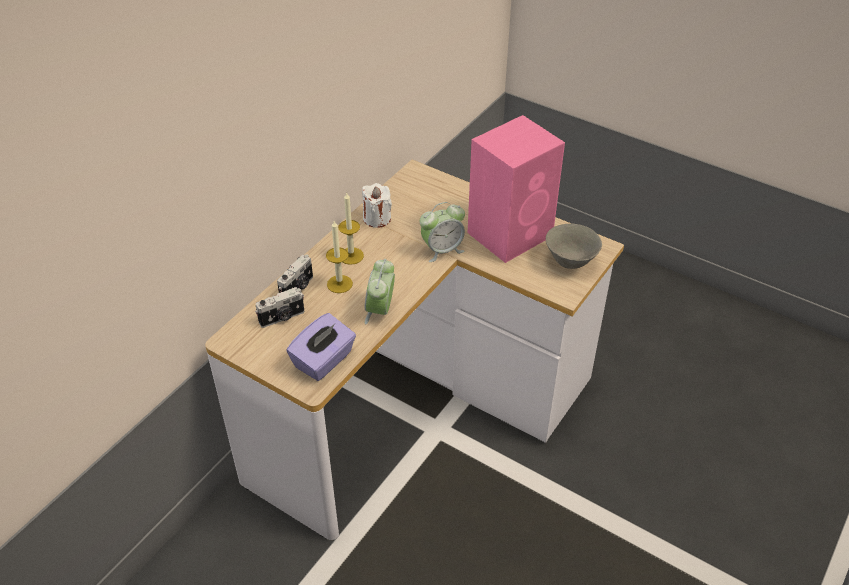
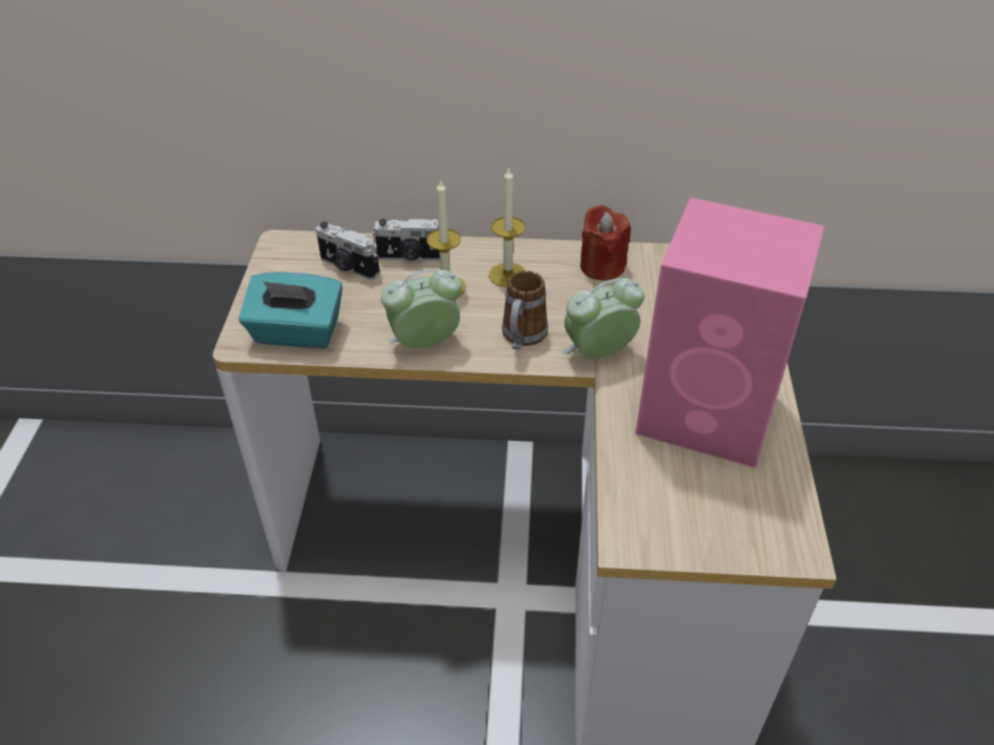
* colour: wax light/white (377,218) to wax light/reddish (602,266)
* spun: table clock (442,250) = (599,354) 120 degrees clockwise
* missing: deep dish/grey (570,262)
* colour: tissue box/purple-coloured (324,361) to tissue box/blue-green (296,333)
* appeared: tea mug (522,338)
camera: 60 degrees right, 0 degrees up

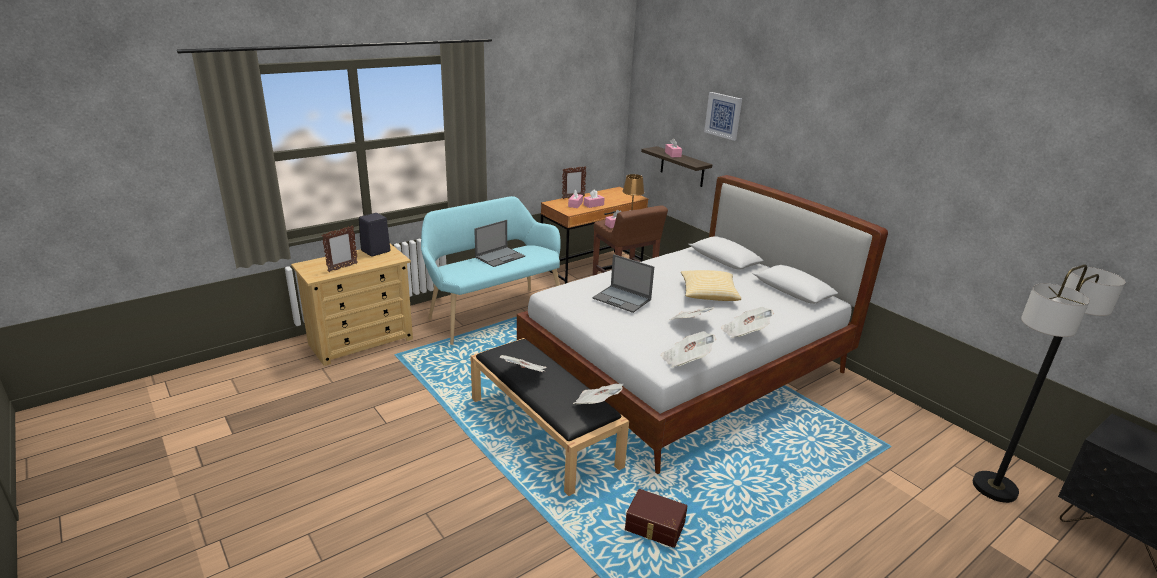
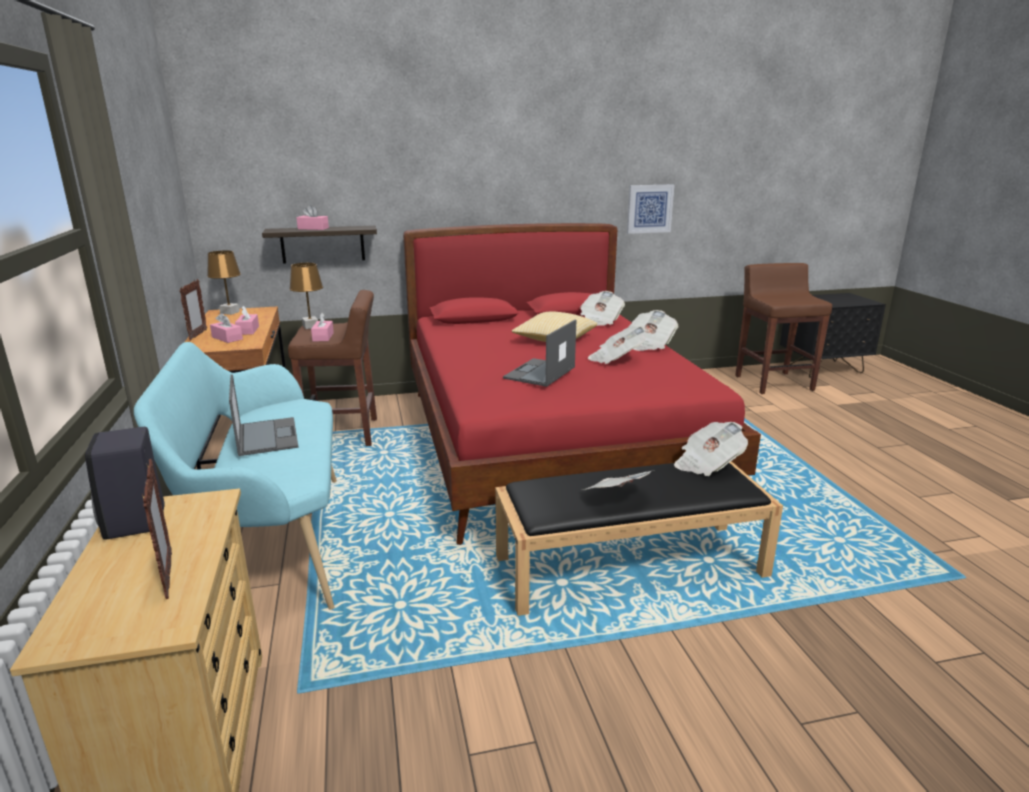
* relocated: wall art (723,115) to (649,208)
* colour: bedroom bed/white (686,370) to bedroom bed/reddish (550,443)
* spun: portable computer (622,299) = (539,373) 150 degrees clockwise
* exchanged: standing lamp (995,488) to stool/brown (773,383)
* relocated: daily paper (685,360) to (600,321)
* missing: storage bin/brown (654,527)
* appeared: lamp for a table/brown (230,312)
camera: 65 degrees left, 5 degrees down

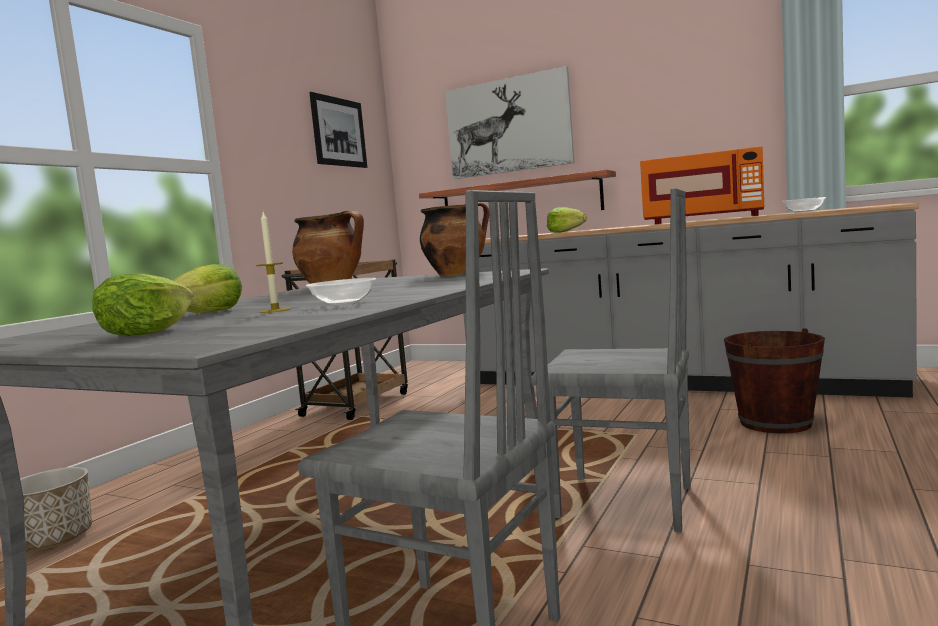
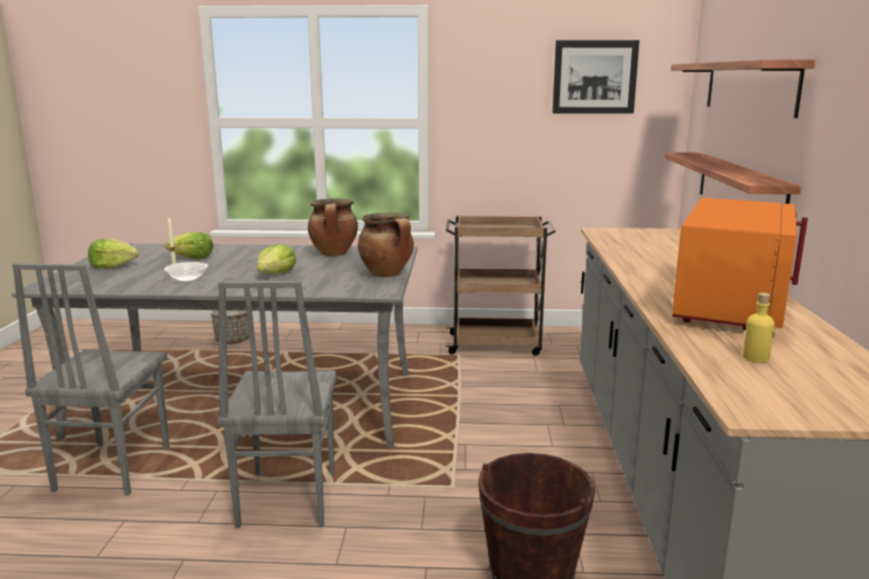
* exchanged: wall art (508,126) to shelf (749,87)
* spun: kitchen microwave/orange (703,220) = (729,306) 150 degrees counterclockwise
* exchanged: deep dish (804,211) to beverage bottle/yellowish (755,357)
* relocated: head of lettuce (566,232) to (276,274)
camera: 65 degrees right, 10 degrees up

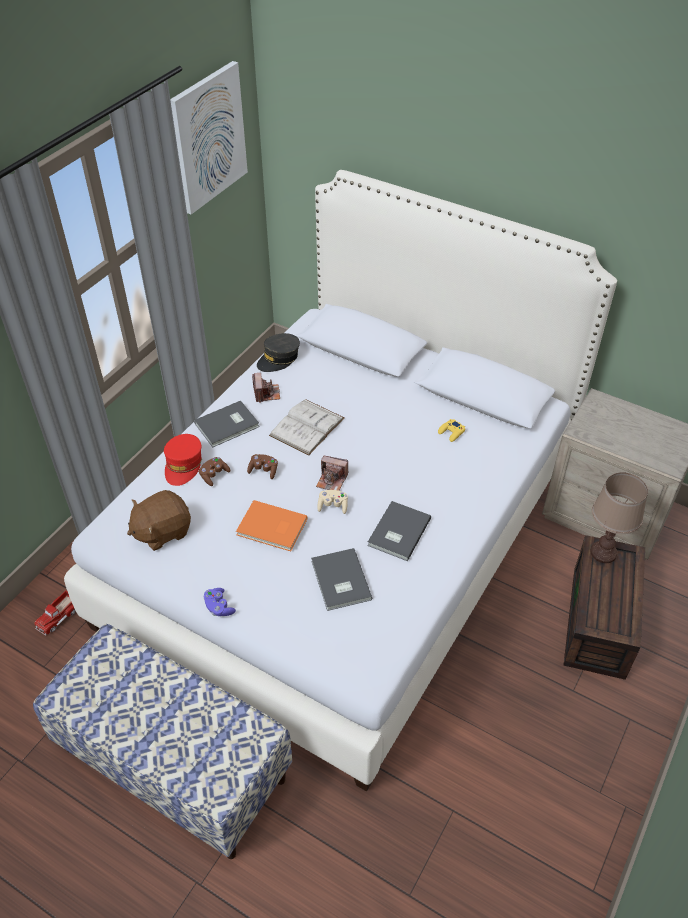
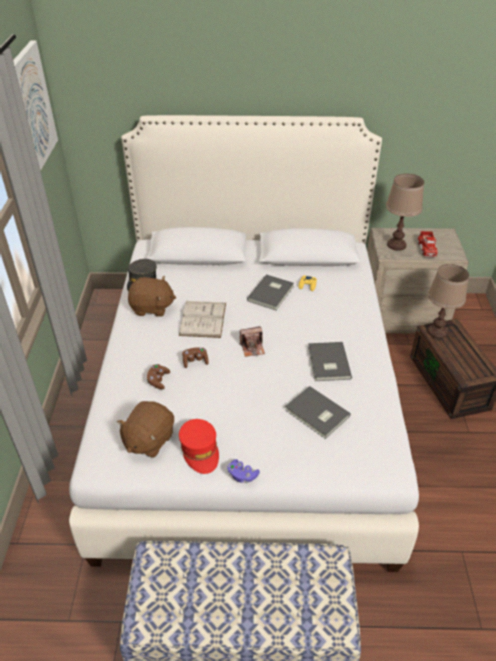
* exchanged: photo camera (266,393) to cuddly toy/brown (152,308)
* relocated: book/grey (228,426) to (272,293)
* relocated: peaked cap/reddish (183,465) to (200,450)
* missing: gamepad/beige-coloured (333,506)
* missing: book/orange (272,528)
* relocated: toy truck (58,616) to (427,248)
* appeared: lamp for a table/brown (396,245)
camera: 30 degrees left, 5 degrees down

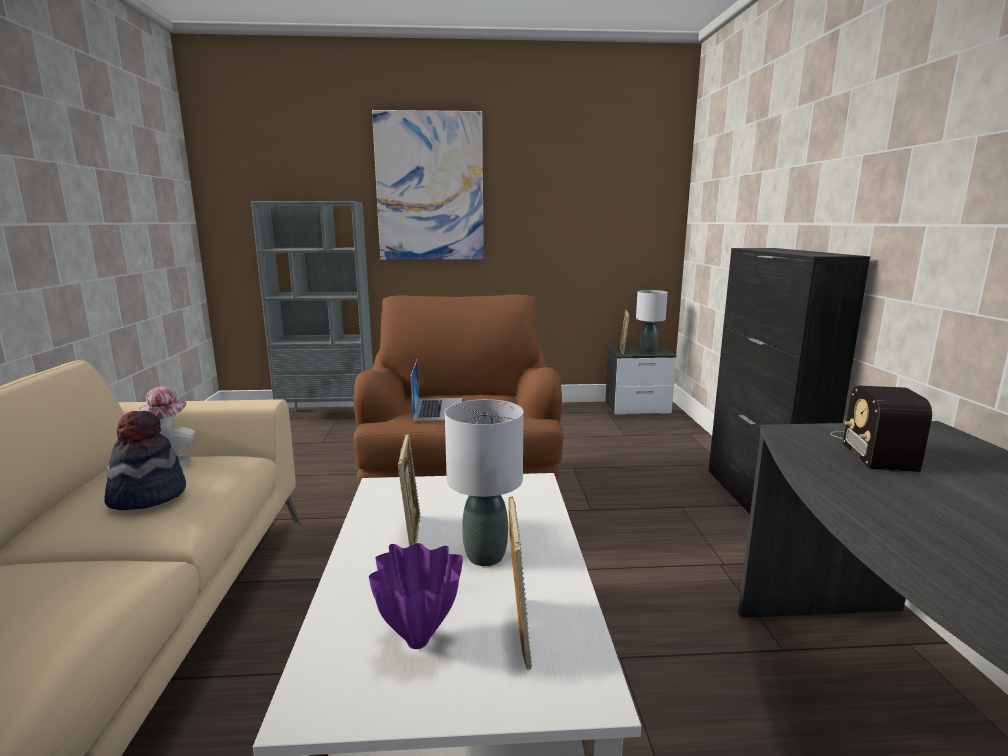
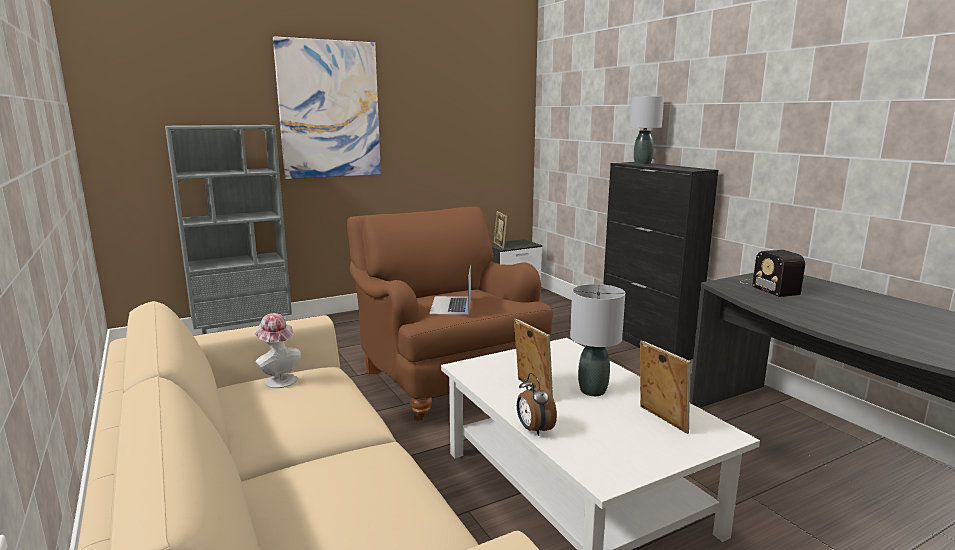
* relocated: lamp for a table/grey (648,351) to (643,164)
* spun: portable computer (438,409) = (451,305) 150 degrees counterclockwise
* missing: hat (148,496)
* missing: flower vase/purple-coloured (418,642)
* appeared: table clock (533,429)
camera: 25 degrees left, 0 degrees up

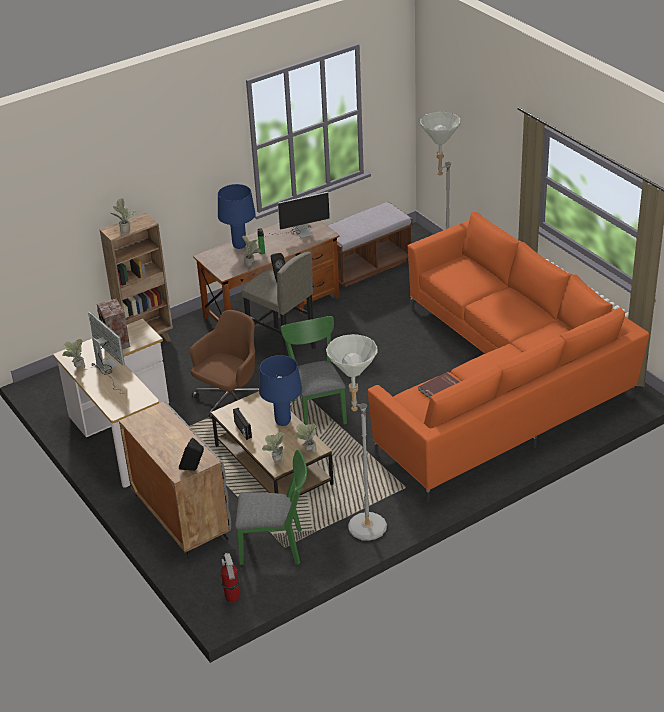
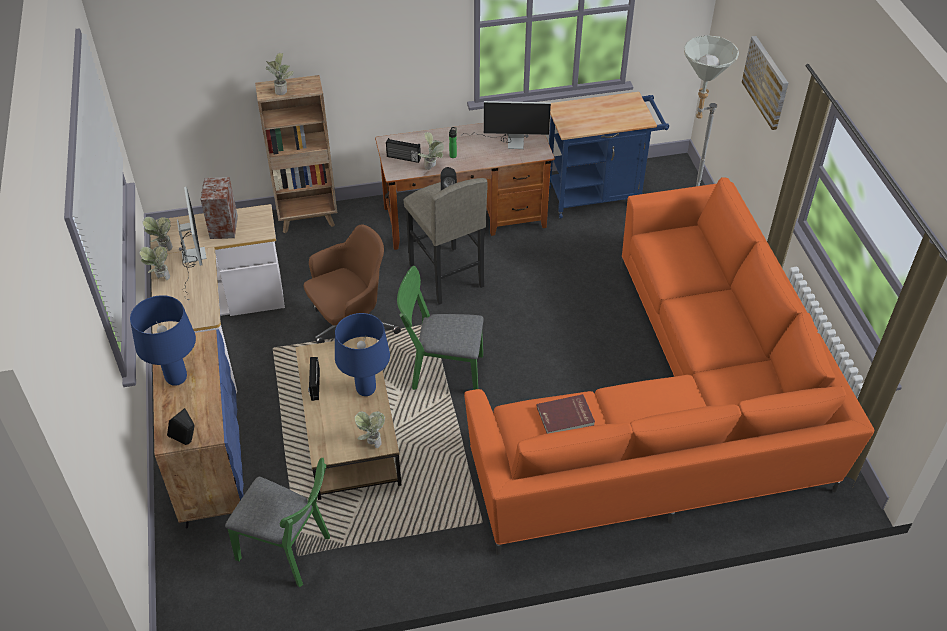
* relocated: lamp for a table/blue-coloured (239,246) to (176,379)
* exchanged: long seat/brown (366,266) to wheeled cart/blue-coloured (599,195)
* spun: plain chair/green (317,408) = (441,371) 90 degrees counterclockwise
* missing: standing lamp/grey (361,523)
* colour: cabinet/grey (180,516) to cabinet/blue-coloured (210,465)
* relocated: plant in a pot (275,461) to (160,277)
* missing: extinguisher (232,598)
* appeared: wall art (766,82)
* appeared: radio set (403,158)
camera: 20 degrees right, 10 degrees up

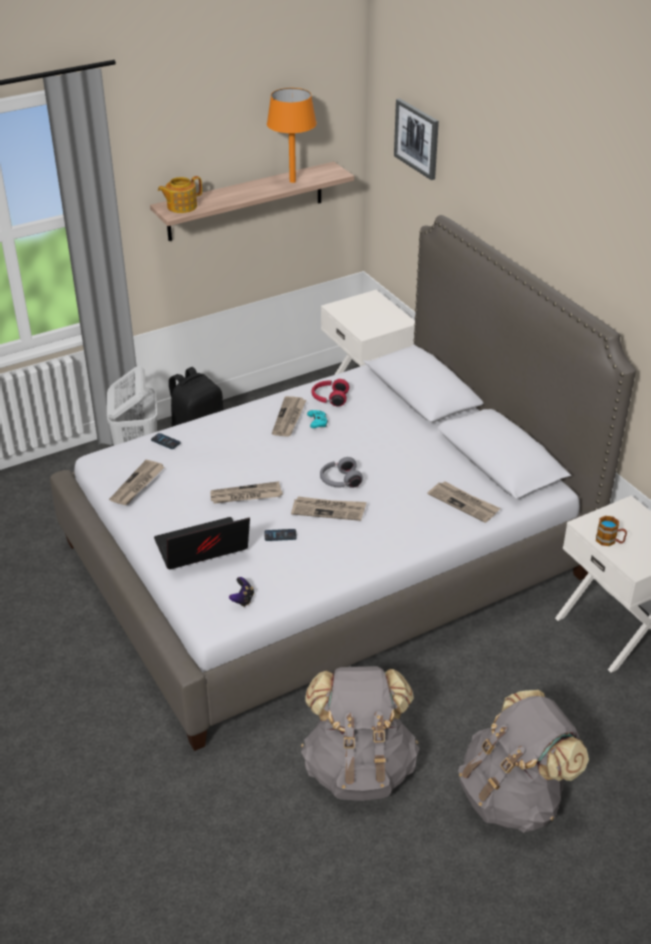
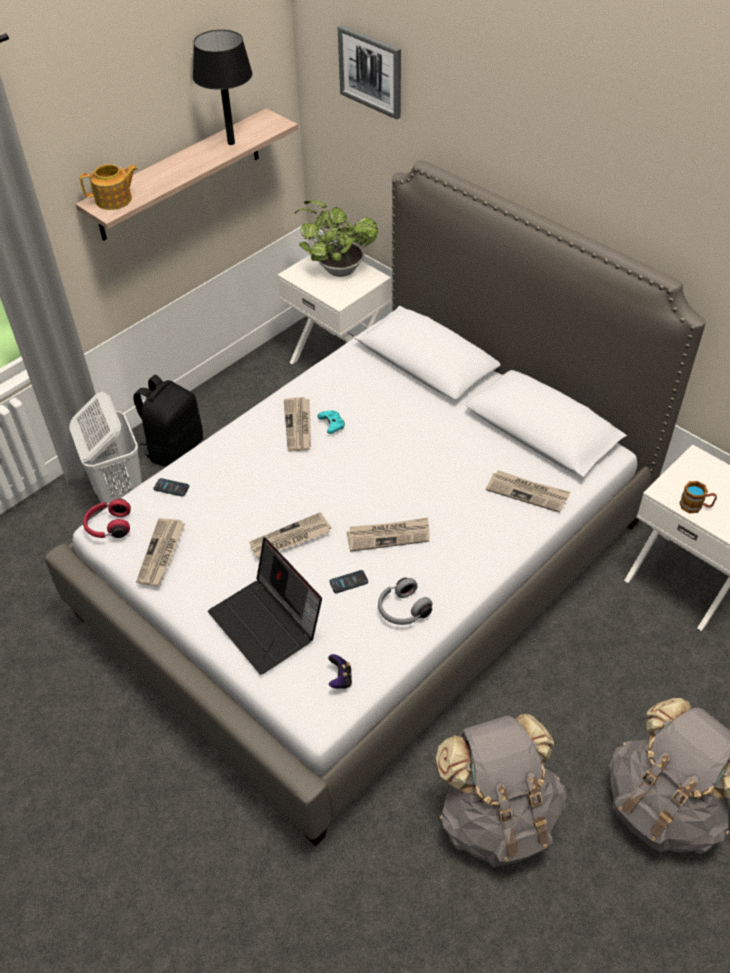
* colour: lamp for a table/orange (292,181) to lamp for a table/black (231,143)
* spun: teapot (181,206) = (114,200) 150 degrees counterclockwise
* relocated: pair of headphones/reddish (329,398) to (109,526)
* relocated: pair of headphones/grey (339,481) to (402,610)
* spun: portable computer (201,550) = (268,624) 90 degrees counterclockwise
* appeared: plant in a pot (337,269)
camera: 15 degrees left, 10 degrees up

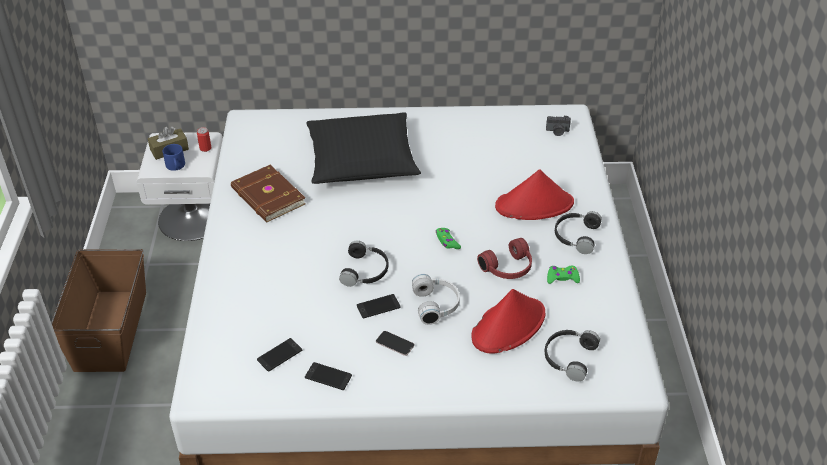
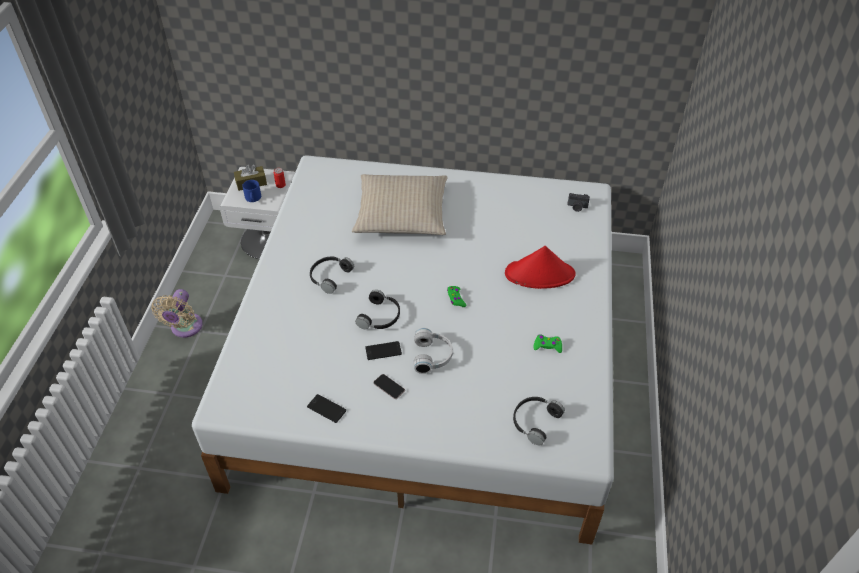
* colour: cushion/black (361,160) to cushion/beige-coloured (401,214)
* missing: book/brown (267,197)
* relocated: pair of headphones/black (575,236) to (329,276)
* missing: pair of headphones/reddish (508,268)
* exchanged: storage bin/brown (112,329) to cooling fan/beige-coloured (185,328)
* missing: hat/reddish (508,326)
* missing: telephone (279,355)
camera: 10 degrees right, 5 degrees up

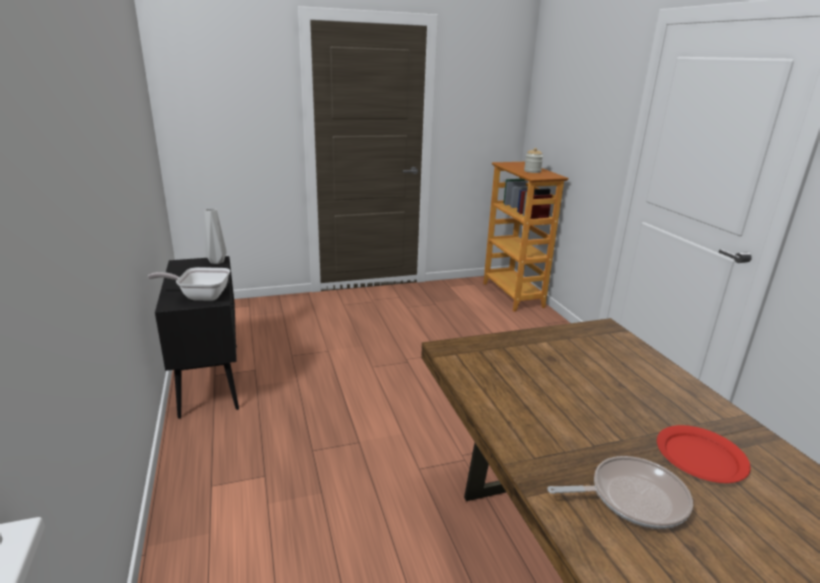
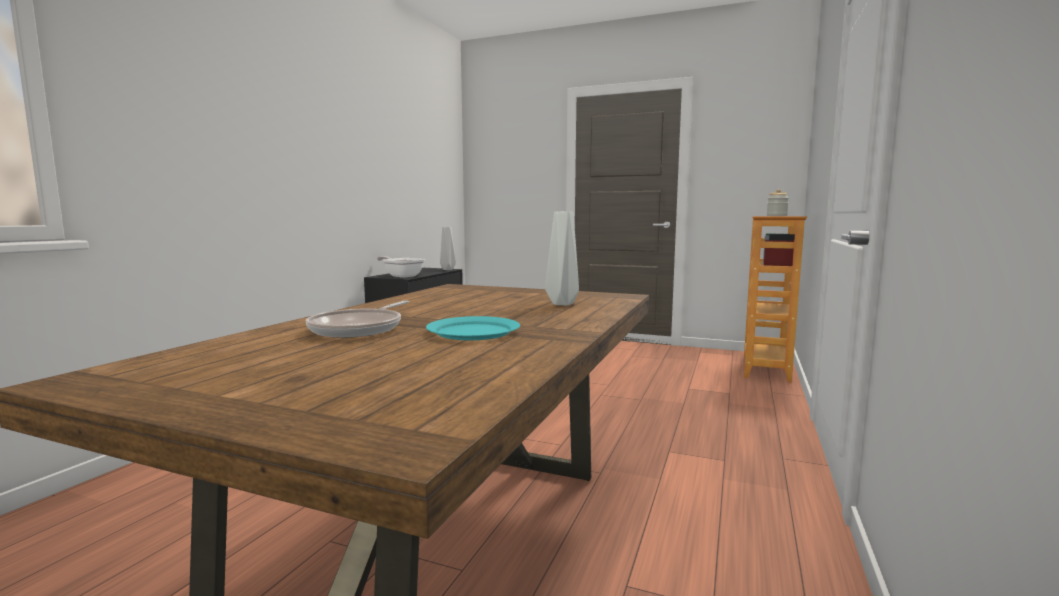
* colour: plate/reddish (700,456) to plate/blue-green (474,332)
* spun: pan (632,497) = (360,329) 75 degrees clockwise
* appeared: flower vase/white (563,303)
camera: 40 degrees right, 15 degrees down

